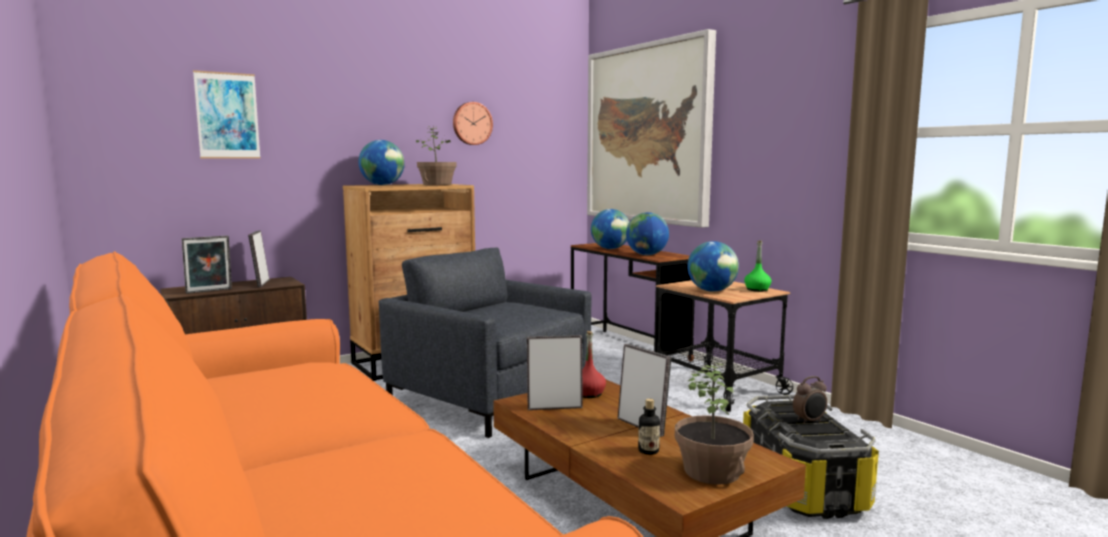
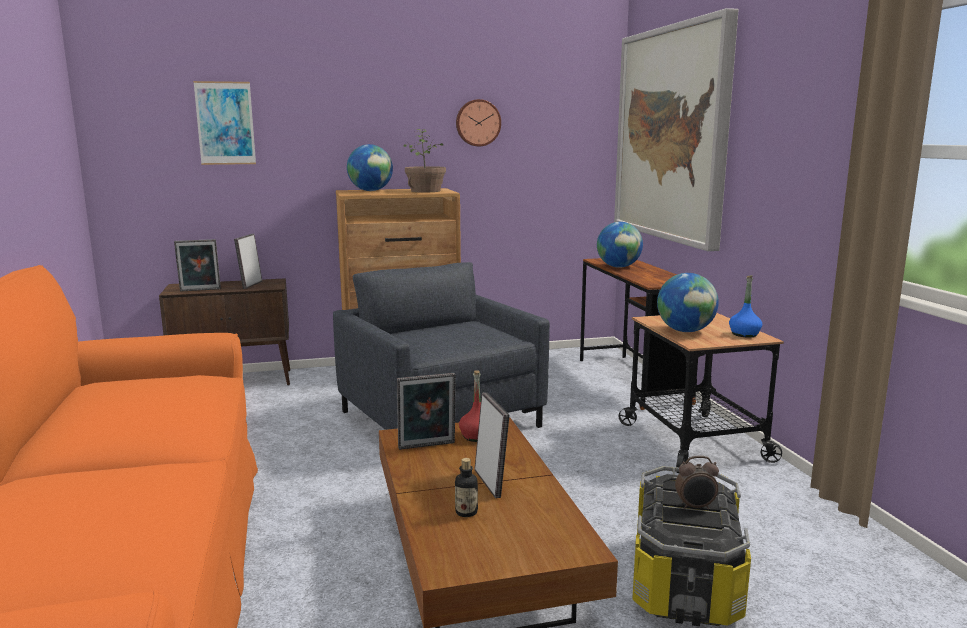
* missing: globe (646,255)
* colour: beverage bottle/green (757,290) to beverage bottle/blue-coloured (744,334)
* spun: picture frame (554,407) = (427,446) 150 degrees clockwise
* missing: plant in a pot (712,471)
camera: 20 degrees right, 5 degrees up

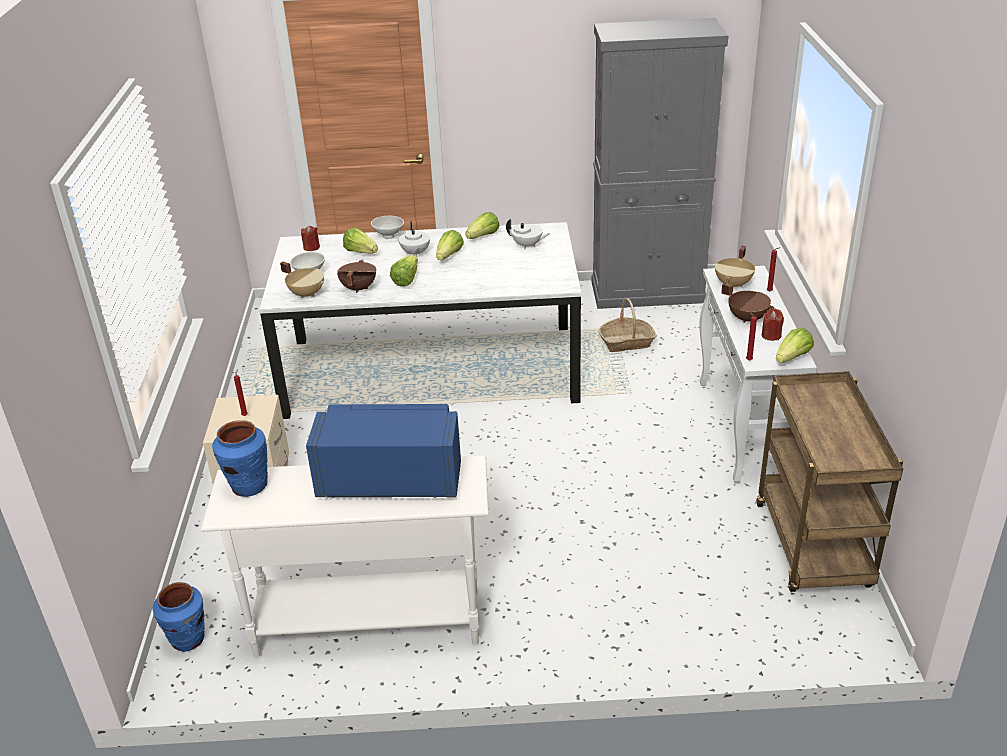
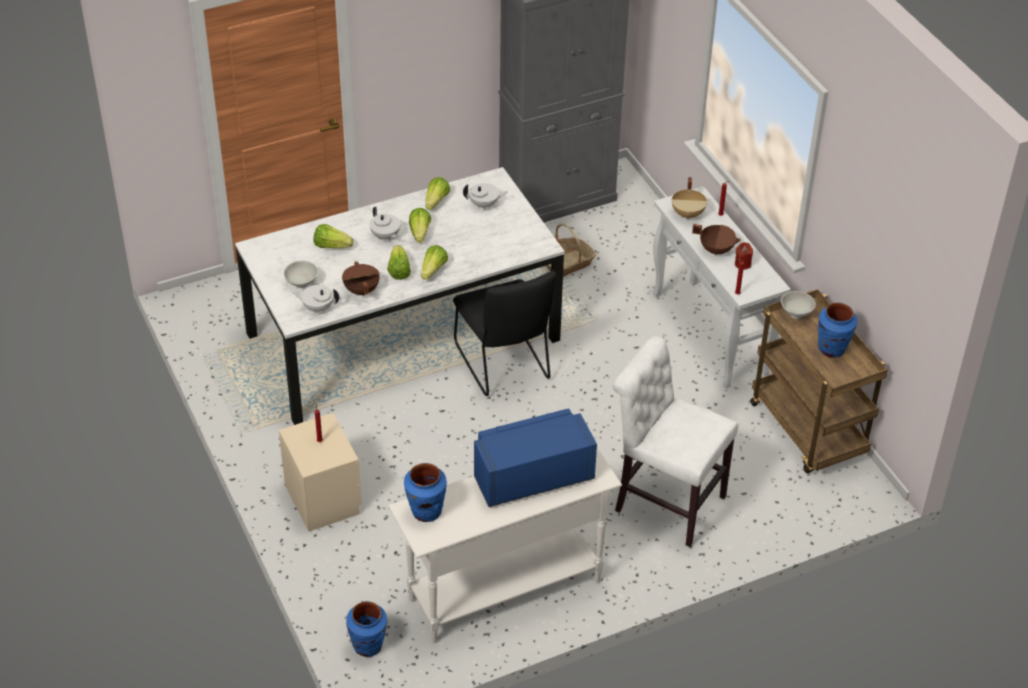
* relocated: deep dish/white (388,236) to (795,313)
* missing: wax light/reddish (311,247)
* exchanged: stockpot/beige-coloured (307,294) to teapot/white (317,307)
* relocated: head of lettuce (792,358) to (433,270)
* appeared: plain chair/black (504,364)
* appeared: flower vase/blue-coloured (832,349)
* appeared: plain chair/white (665,501)
camera: 25 degrees left, 10 degrees up

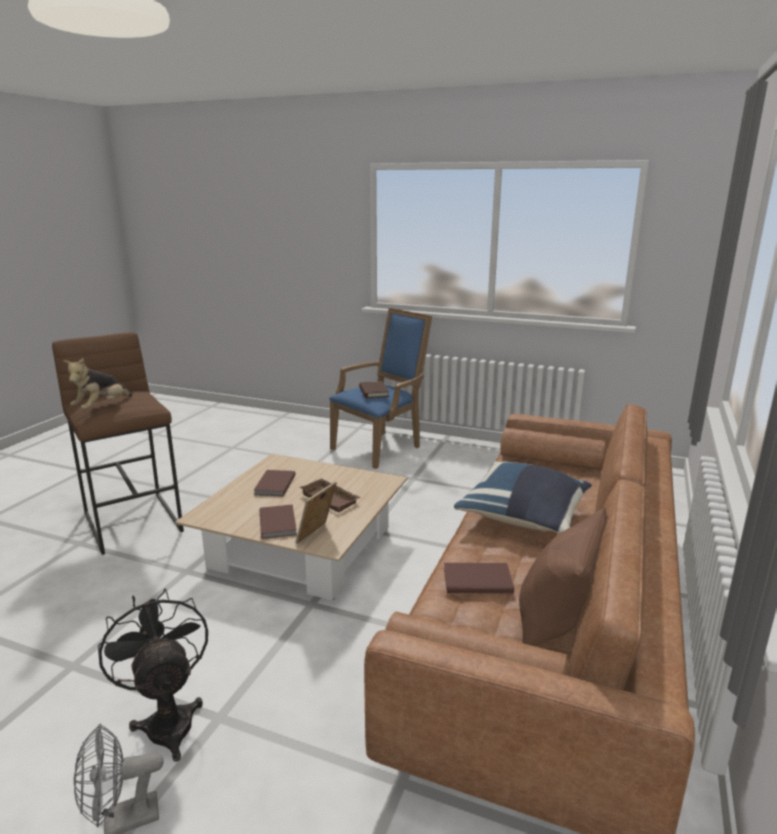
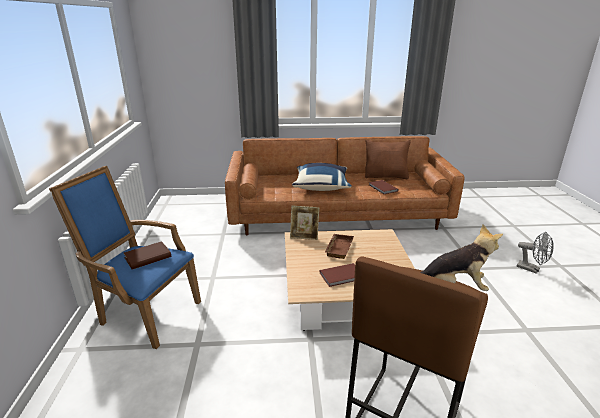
* relocated: picture frame (317,535) to (304,236)
* missing: book/brown (279,523)
* missing: cooling fan/black (168,720)
camera: 115 degrees left, 5 degrees up

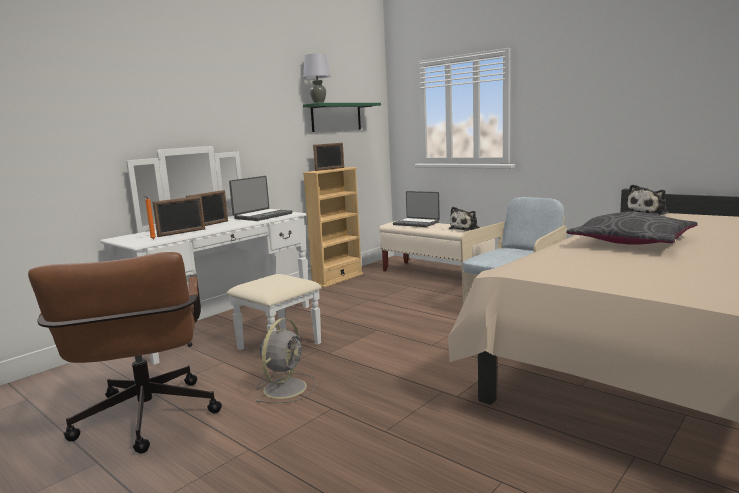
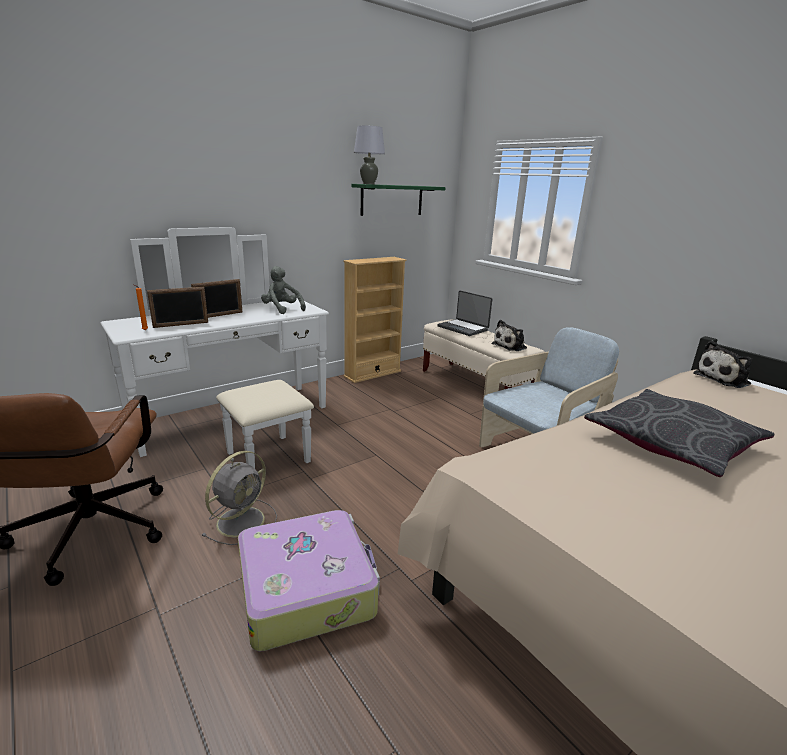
* missing: picture frame (330,169)
* exchanged: portable computer (262,216) to cuddly toy/grey (282,309)
* appeared: piece of luggage (307,588)
camera: 10 degrees right, 10 degrees up

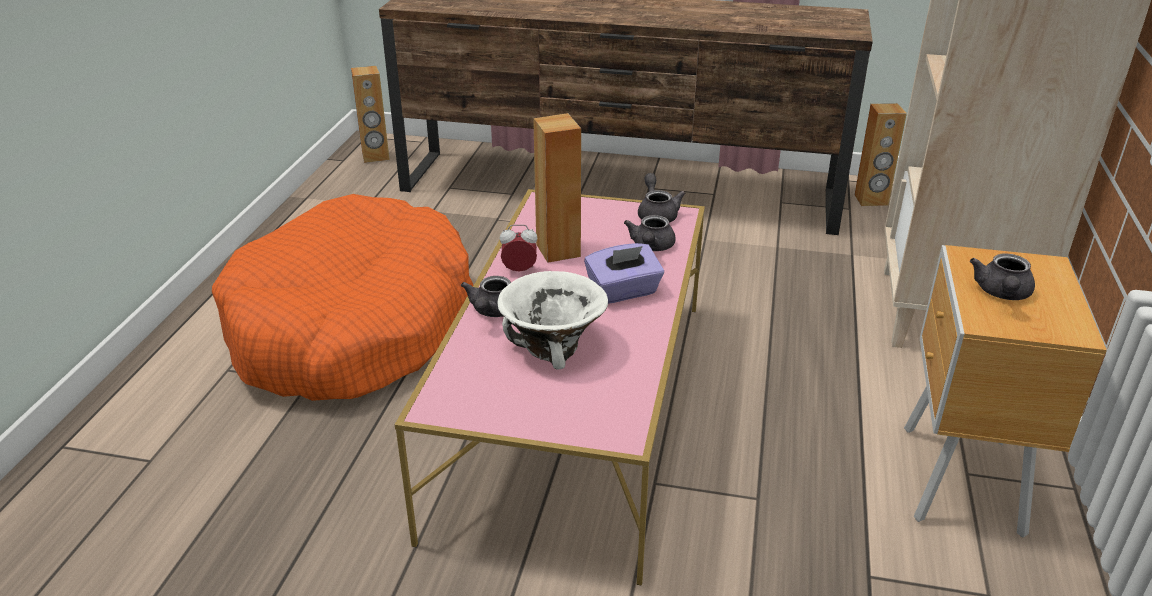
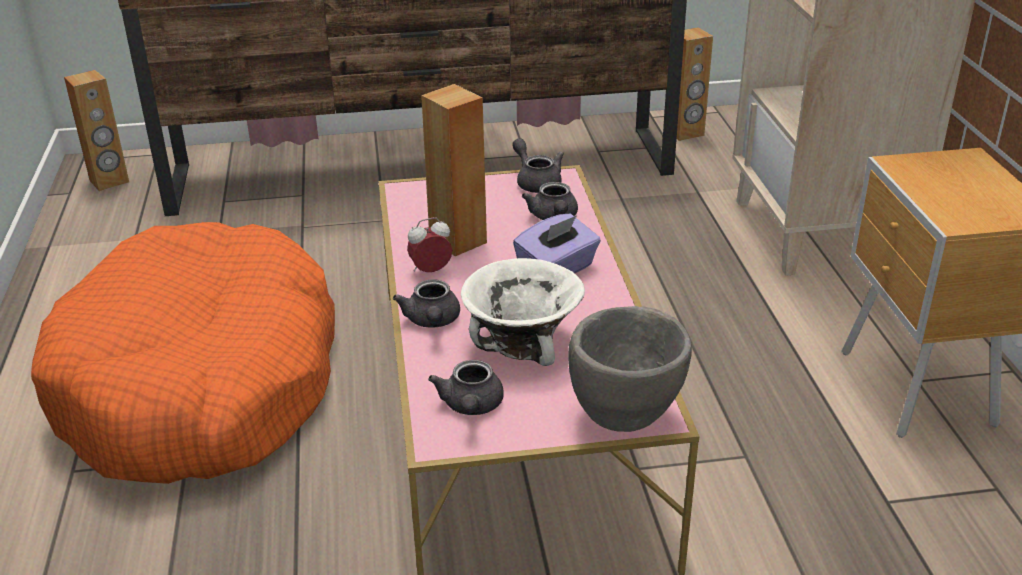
* relocated: teapot/grey (1001,294) to (471,407)
* appeared: deep dish/grey (626,417)
camera: 20 degrees left, 0 degrees up

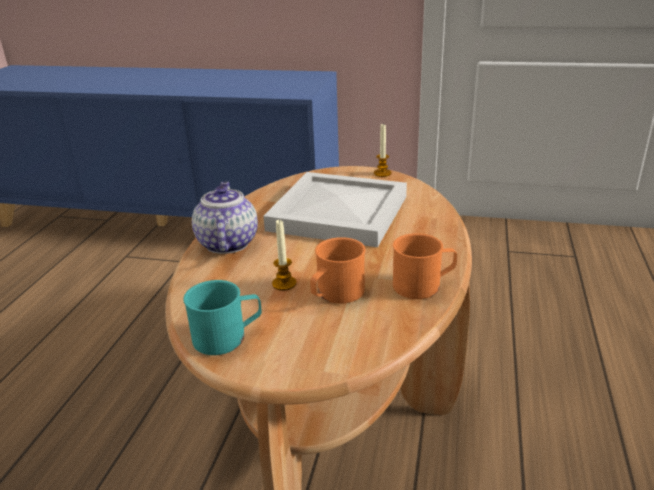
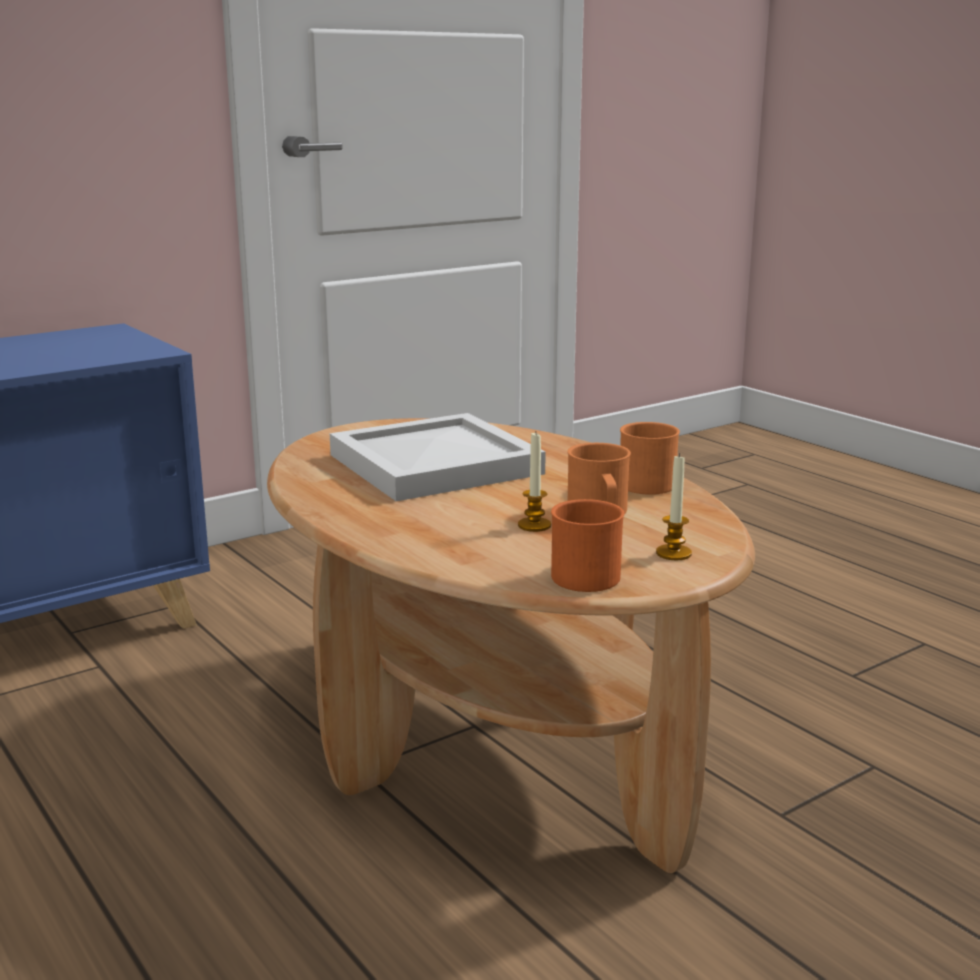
* relocated: wax light (382,173) to (673,553)
* missing: teapot (227,243)
* colour: tea mug/blue-green (227,336) to tea mug/orange (588,573)
camera: 50 degrees left, 10 degrees down

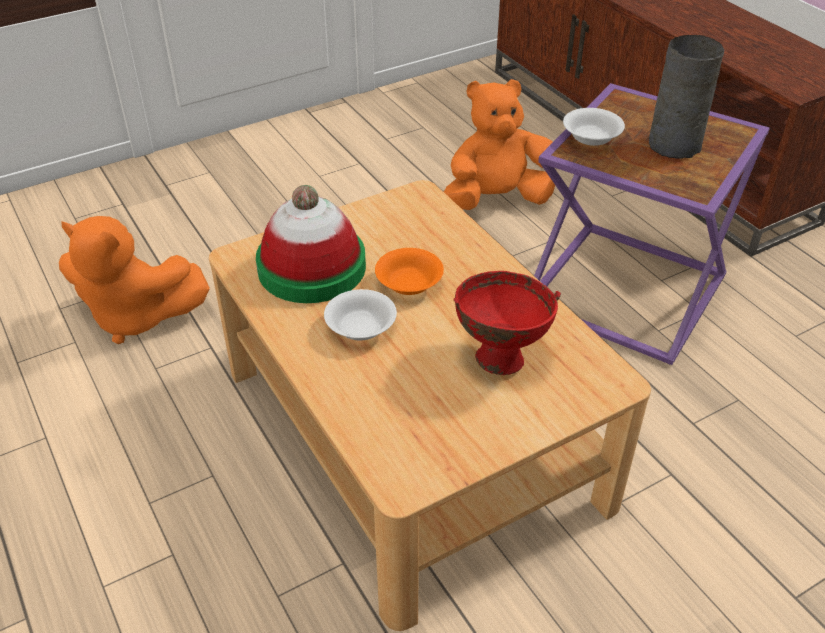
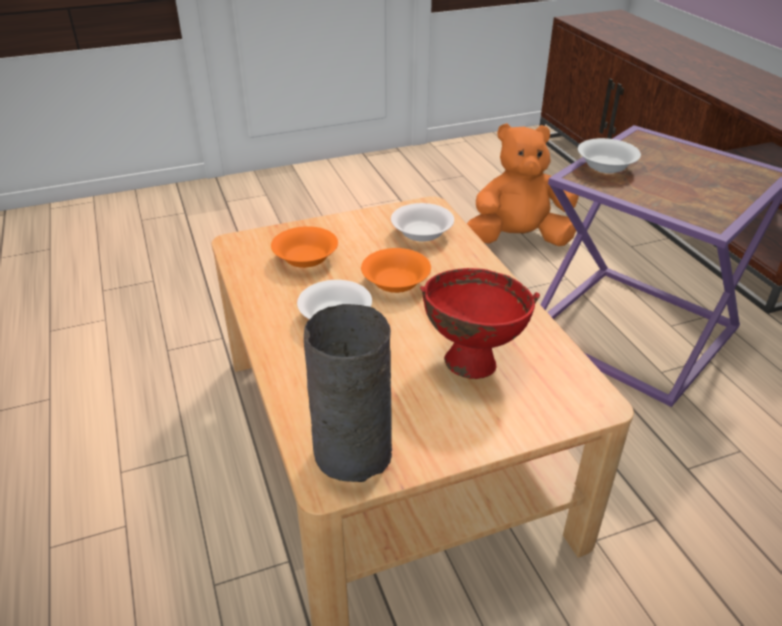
* relocated: flower vase/grey (673,144) to (352,451)
* exchanged: hat (311,267) to deep dish/orange (305,259)
* missing: cuddly toy/orange (136,316)
* appeared: deep dish/white (422,233)
camera: 10 degrees right, 5 degrees down

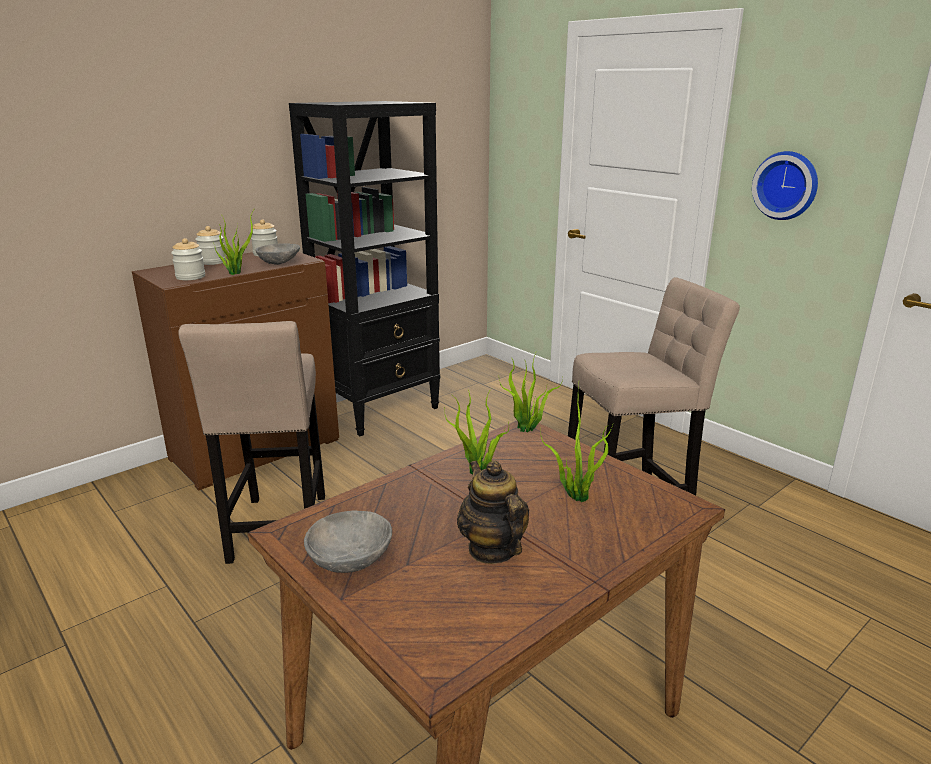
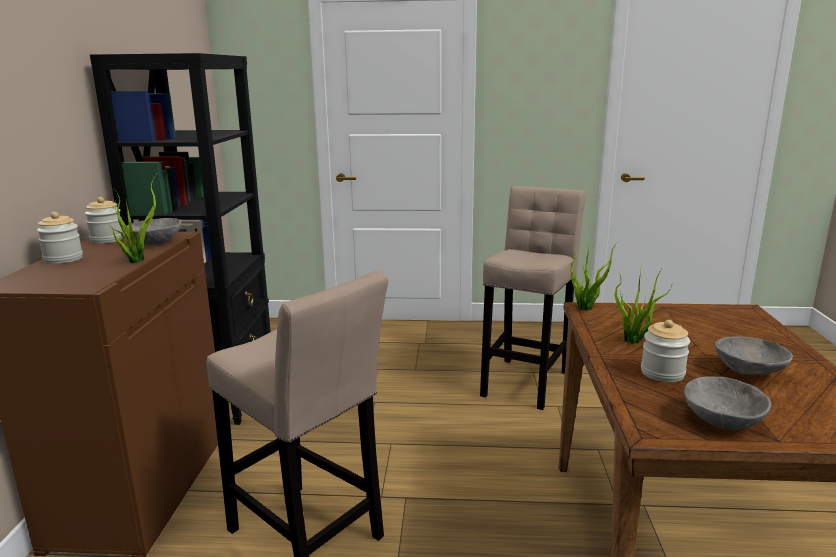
* missing: hanging clock (786,185)
* relocated: storage jar (190,277) to (662,373)
* missing: plant in a pot (576,496)
* exchanged: teapot (492,549) to deep dish/grey (750,372)
camera: 45 degrees left, 5 degrees down

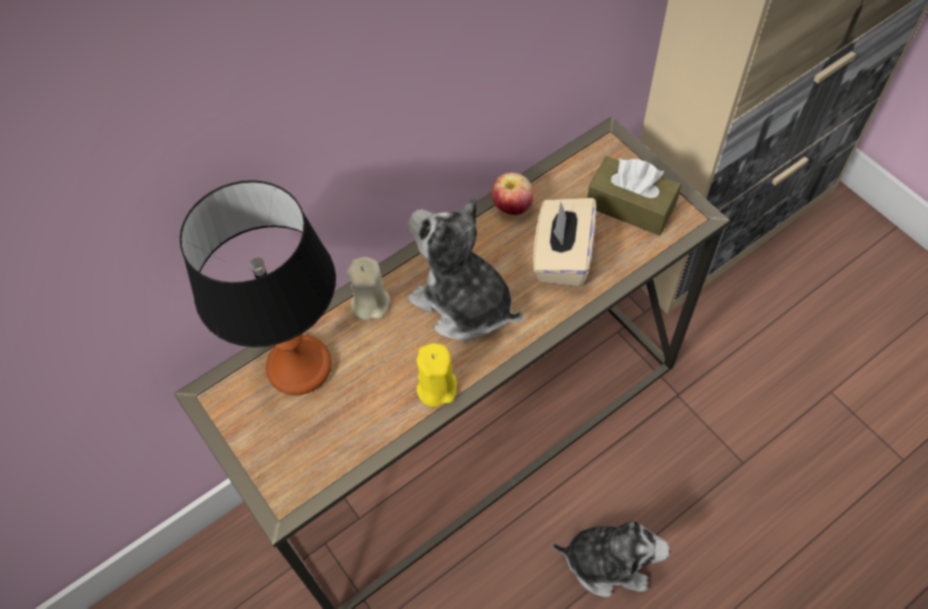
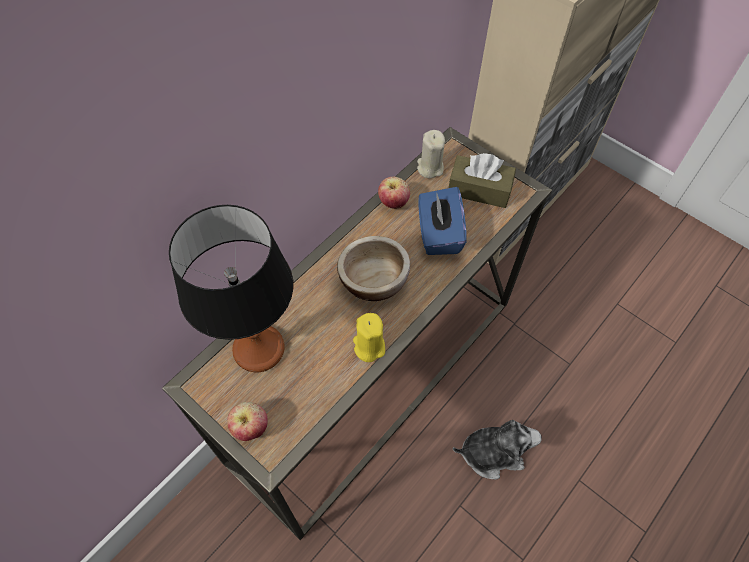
* exchanged: cuddly toy (463,303) to deep dish (374,280)
* colour: tissue box/beige-coloured (562,256) to tissue box/blue-coloured (439,234)
* relocated: wax light/beige-coloured (370,303) to (430,167)
* appeared: whole apple (251,427)
camera: 15 degrees left, 0 degrees up

